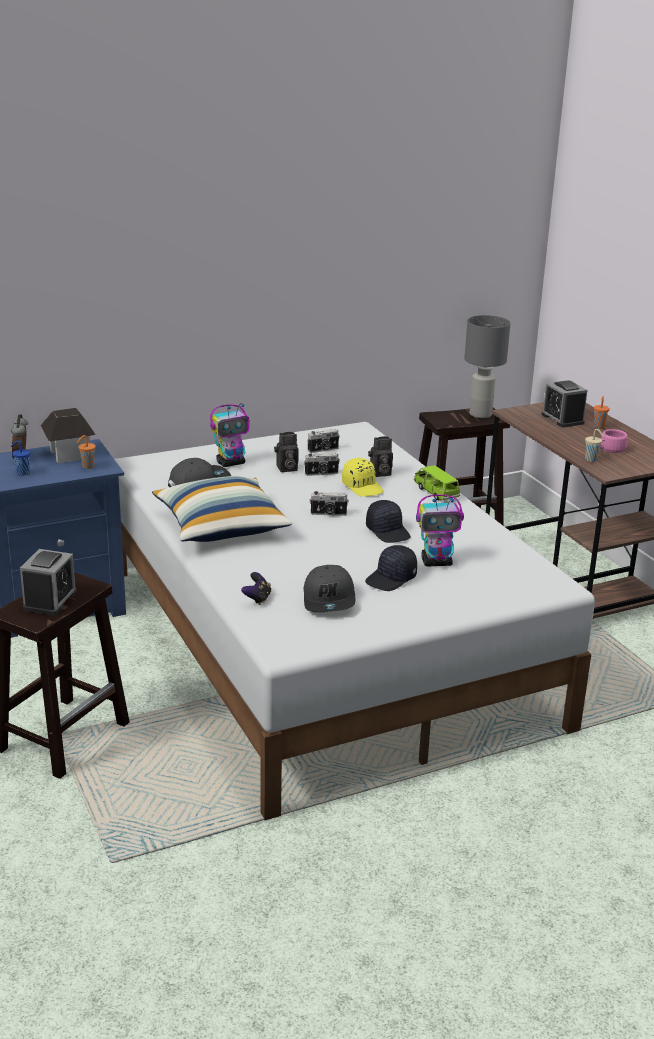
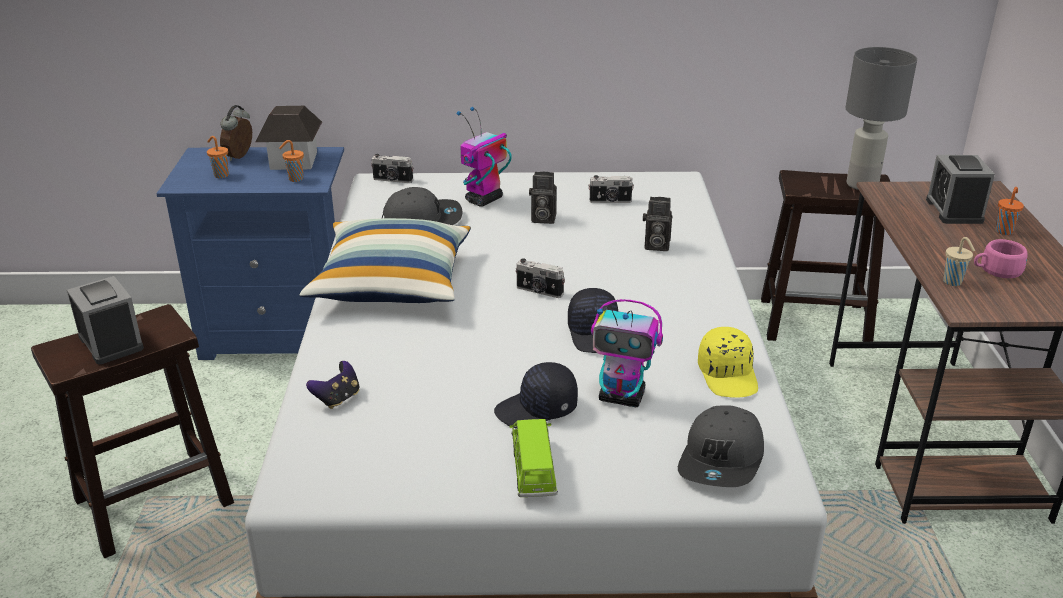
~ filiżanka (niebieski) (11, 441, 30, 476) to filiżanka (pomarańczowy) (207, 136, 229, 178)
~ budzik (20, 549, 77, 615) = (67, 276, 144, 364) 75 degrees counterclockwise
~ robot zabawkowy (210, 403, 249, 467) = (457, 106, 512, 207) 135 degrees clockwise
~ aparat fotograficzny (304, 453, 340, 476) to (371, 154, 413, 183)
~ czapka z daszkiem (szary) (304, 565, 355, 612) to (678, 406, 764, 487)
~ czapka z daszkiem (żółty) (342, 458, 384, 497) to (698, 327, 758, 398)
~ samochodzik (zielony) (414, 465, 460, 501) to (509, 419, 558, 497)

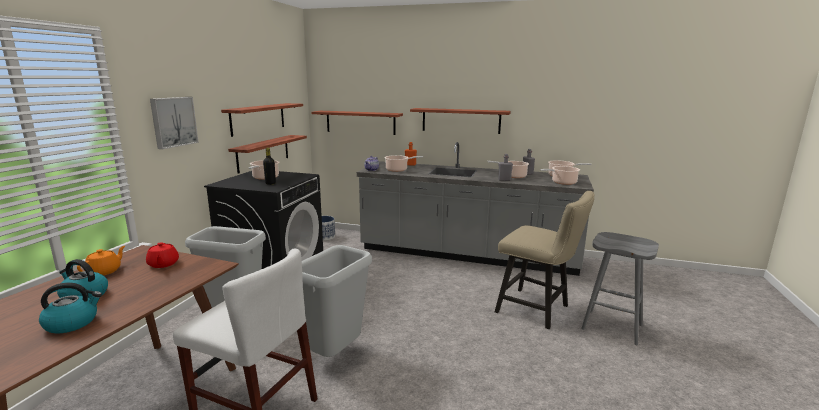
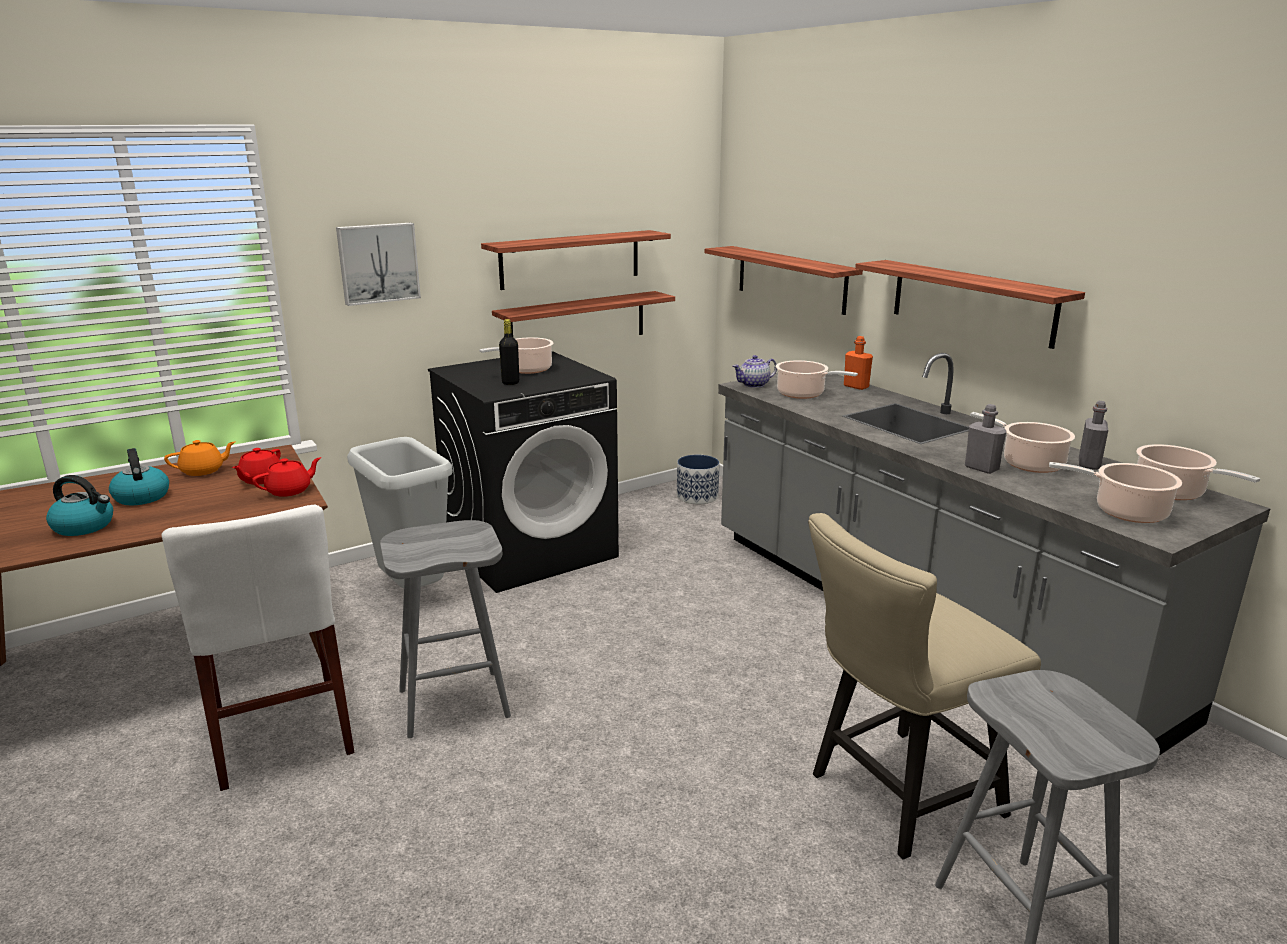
~ kosz na śmieci (szary) (302, 245, 372, 357) to stołek (szary) (380, 520, 511, 738)
~ krzesło (beżowy) (495, 191, 594, 329) = (808, 513, 1041, 860) 75 degrees clockwise
+ imbryk (czerwony) (252, 457, 321, 497)

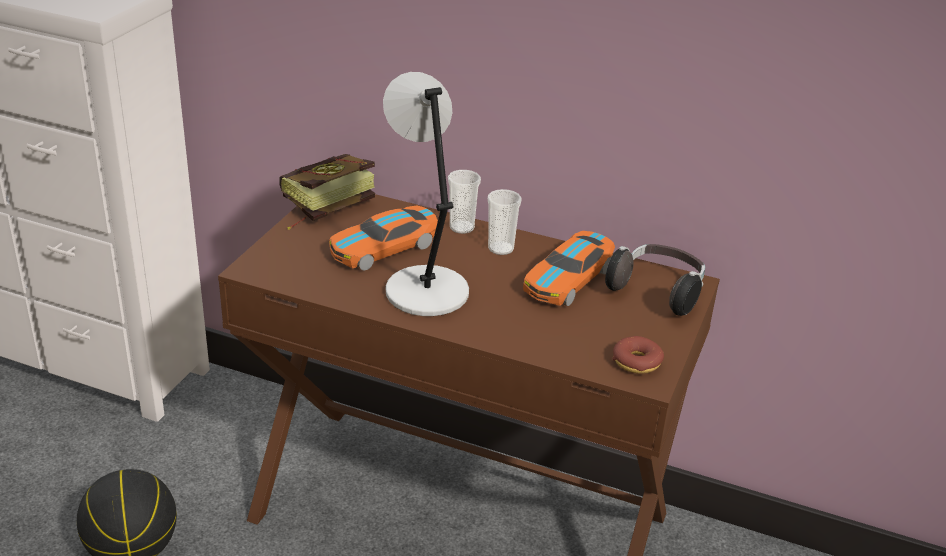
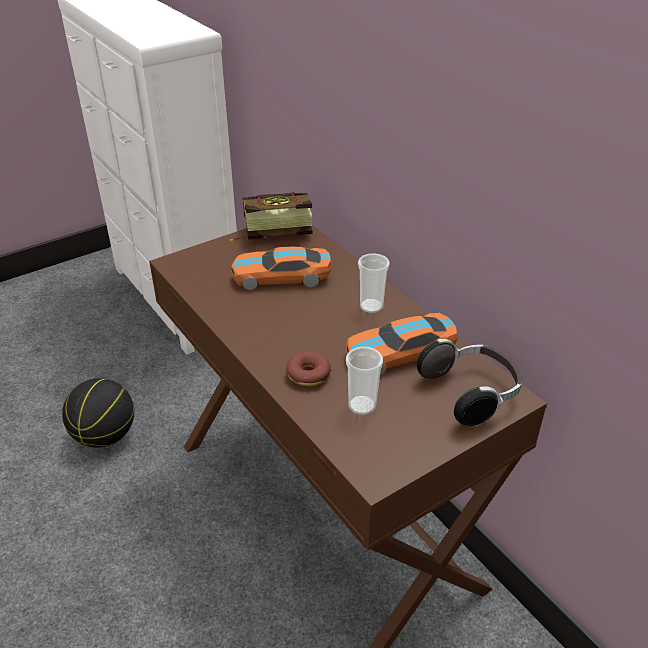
- lampa stołowa (szary) (383, 72, 469, 316)
~ filiżanka (448, 170, 481, 234) to (346, 347, 383, 415)
~ donut (613, 336, 664, 374) to (286, 351, 331, 386)

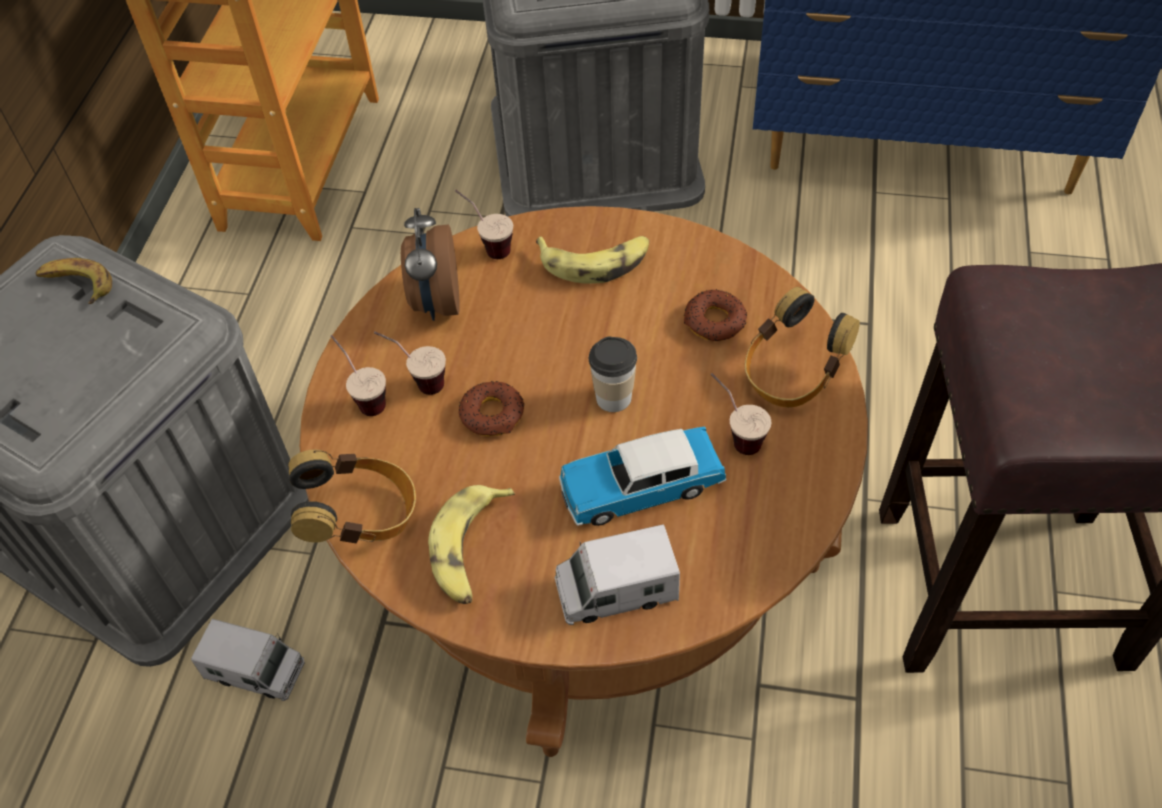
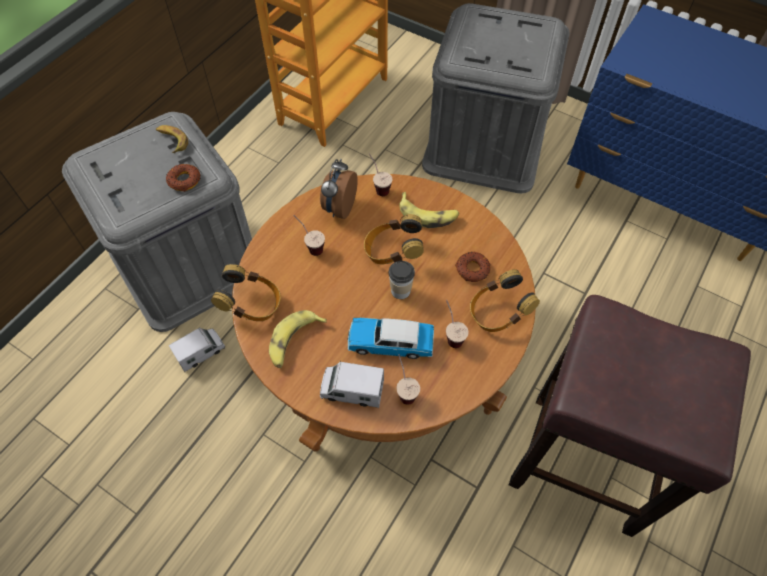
~ ciężarówka zabawkowa (191, 619, 305, 701) = (168, 327, 225, 372) 75 degrees counterclockwise
~ filiżanka (331, 335, 386, 416) to (396, 354, 420, 405)
~ donut (459, 381, 524, 437) to (166, 164, 201, 192)
+ słuchawki (364, 214, 424, 264)

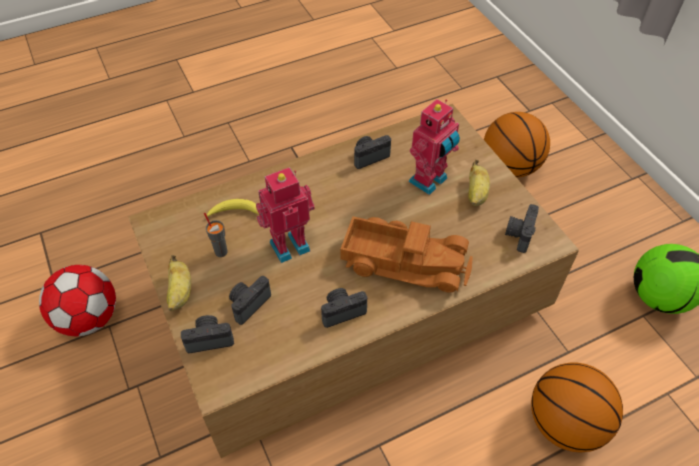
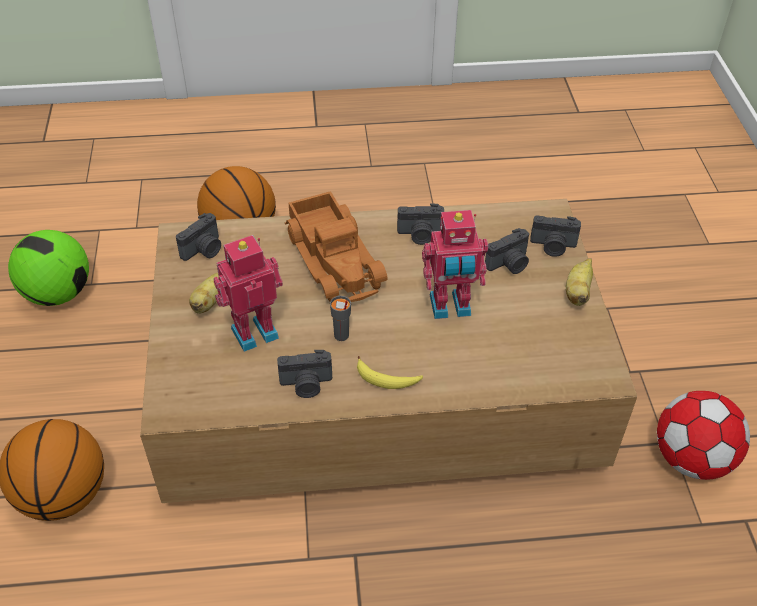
~ filiżanka (szary) (204, 213, 228, 257) to (330, 296, 351, 341)
~ banan (207, 199, 260, 216) to (357, 356, 423, 389)
~ ciężarówka zabawkowa (340, 216, 473, 293) = (285, 191, 388, 302) 150 degrees counterclockwise

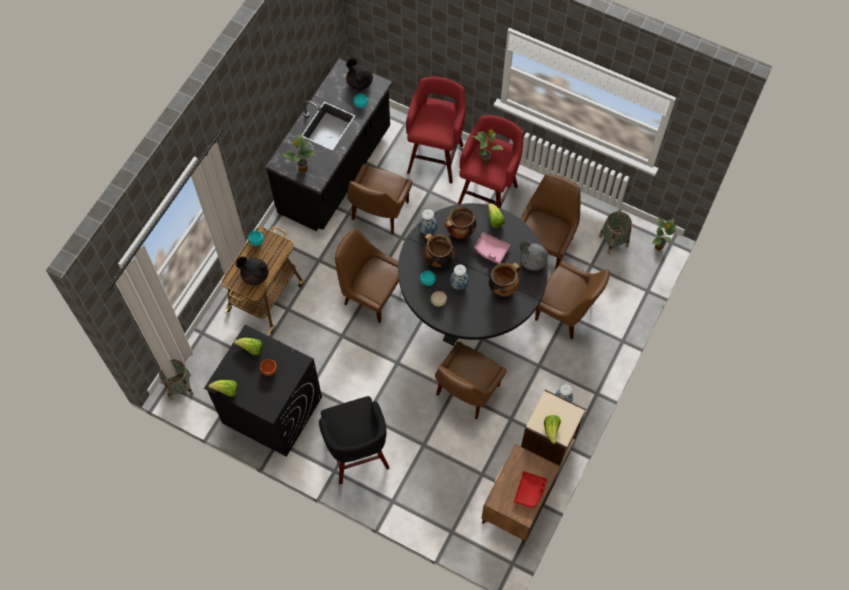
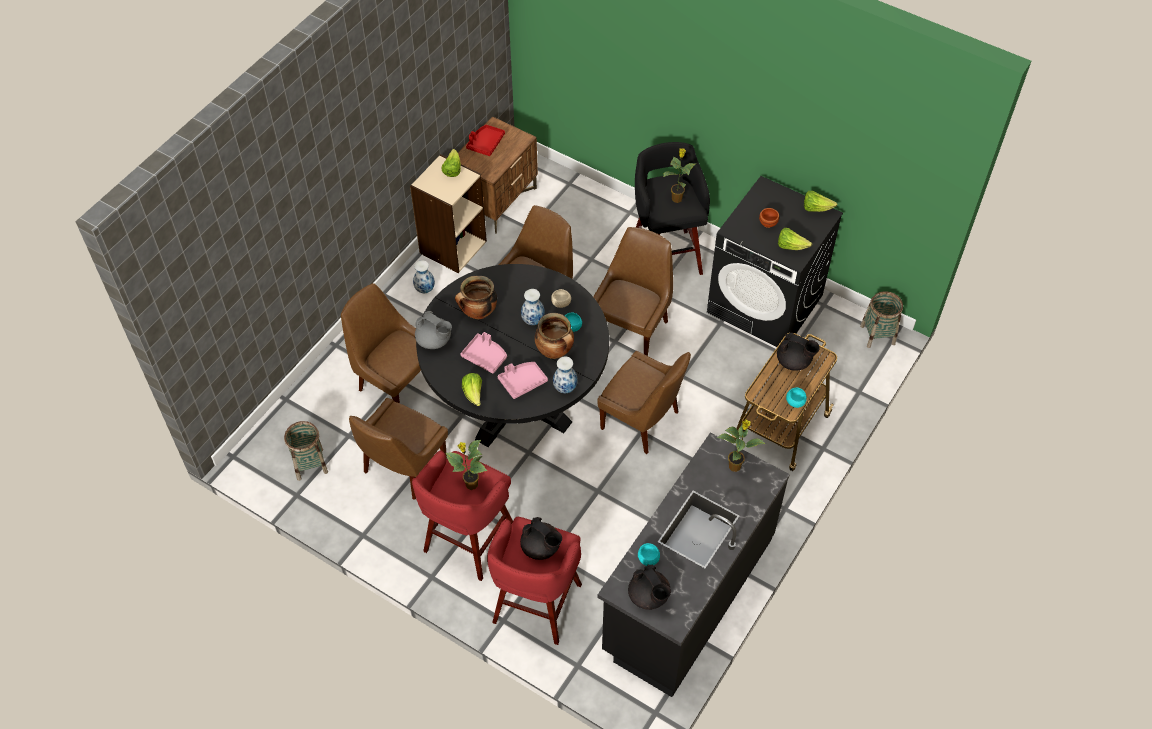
~ krzesło (brązowy) (347, 164, 412, 234) to (593, 227, 673, 356)
~ garnek (445, 206, 476, 239) to taca (różowy) (498, 362, 548, 399)
~ roślina doniczkowa (652, 218, 677, 250) to (663, 148, 697, 203)
+ imbryk (czarny) (520, 517, 562, 560)

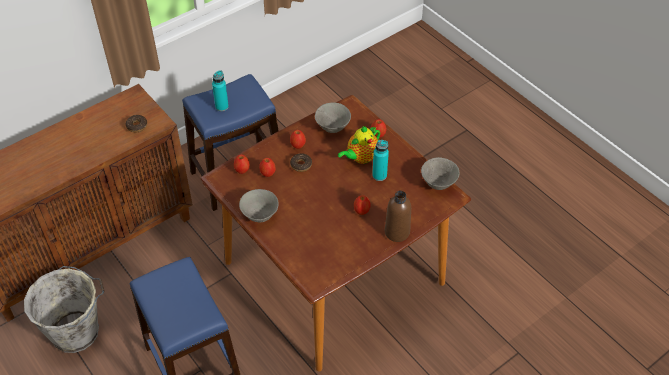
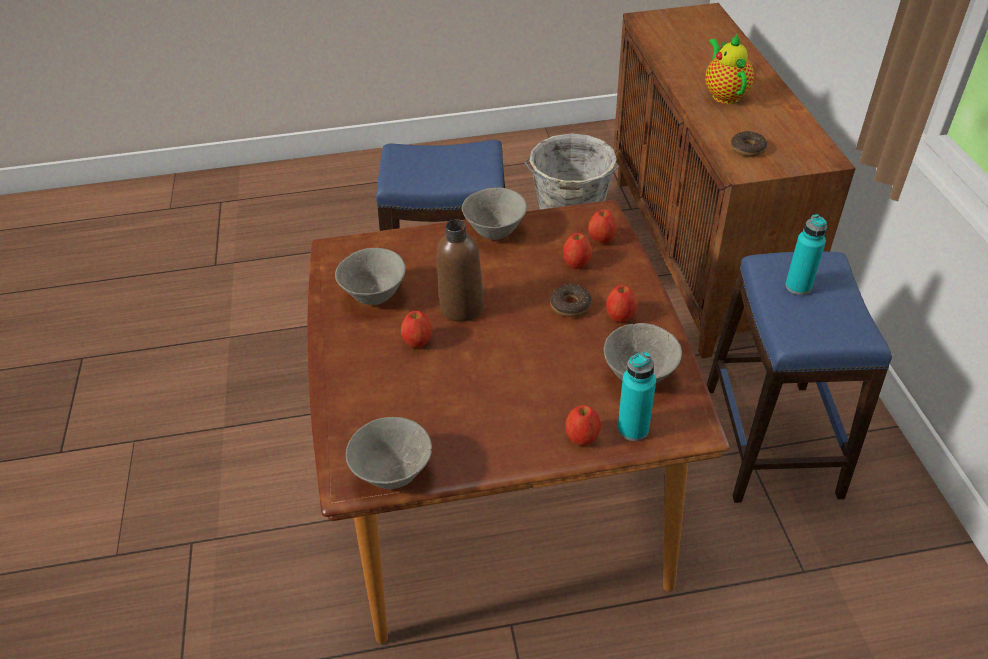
~ imbryk (338, 126, 380, 164) to (705, 33, 754, 104)
~ butelka (turkusowy) (372, 140, 389, 181) to (618, 351, 656, 441)
~ butelka (brązowy) (385, 190, 411, 242) to (437, 219, 484, 322)
+ miska (szary) (335, 248, 406, 305)

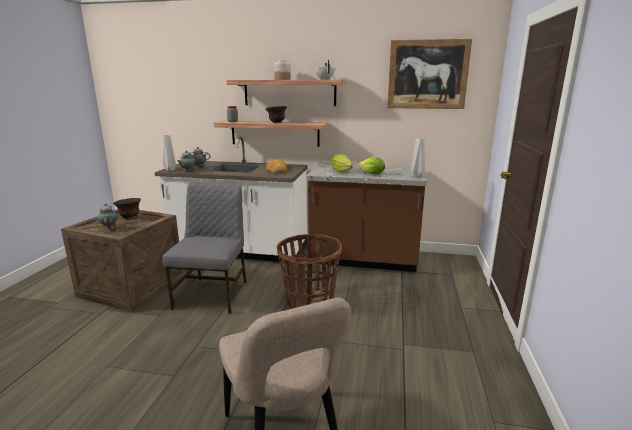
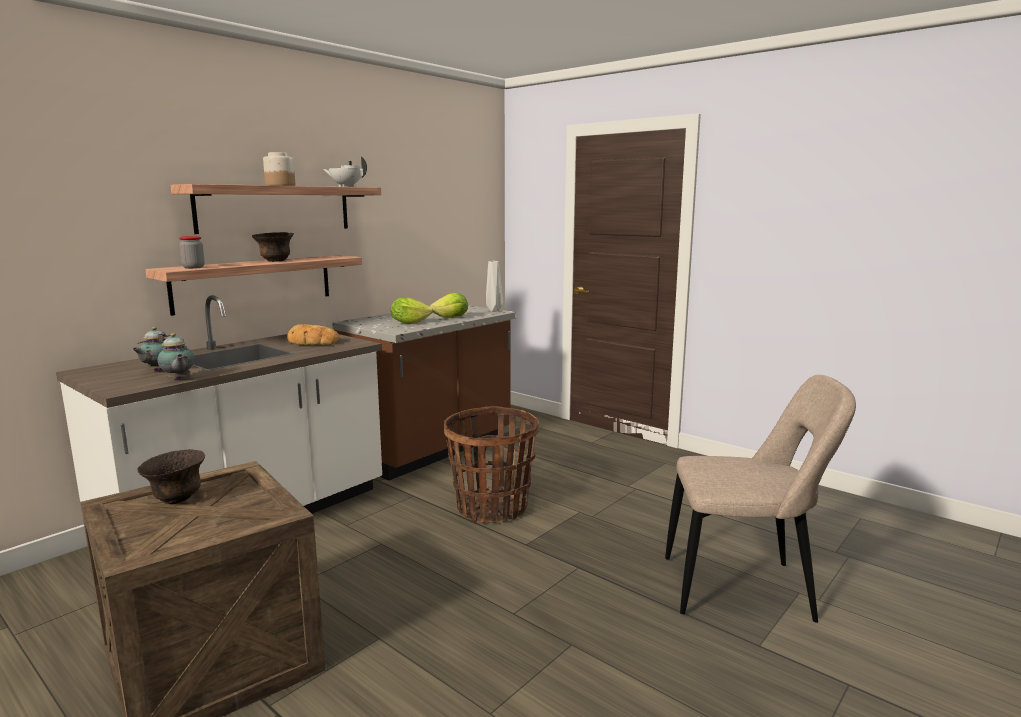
- imbryk (97, 203, 118, 229)
- krzesło (szary) (162, 182, 246, 314)
- wazon (szary) (163, 135, 176, 171)
- obraz (387, 39, 472, 109)

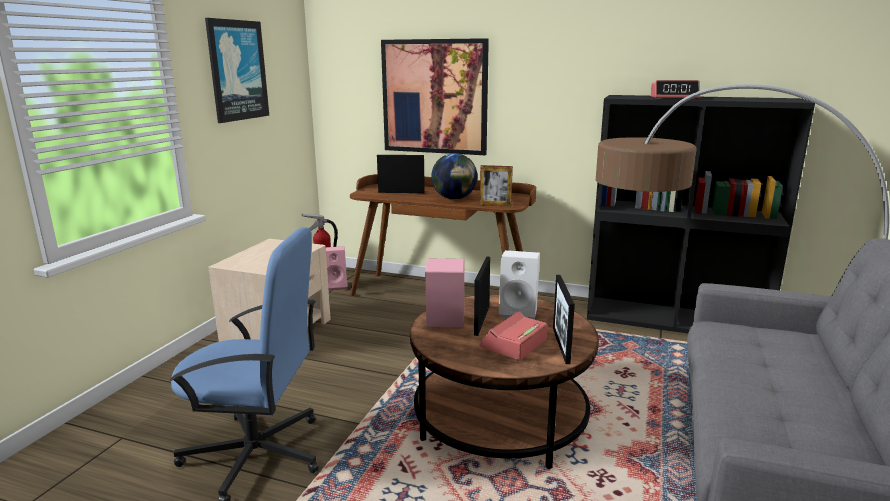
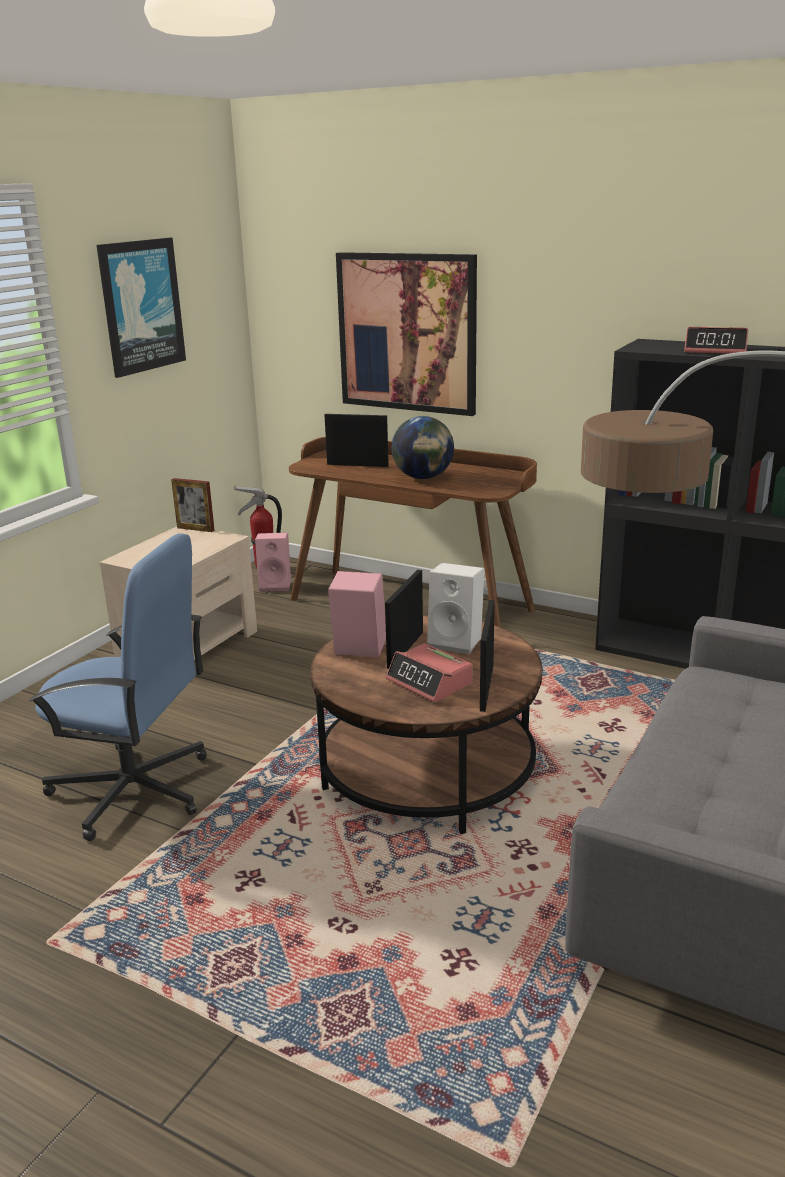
~ ramka na zdjęcie (480, 165, 513, 207) to (171, 478, 214, 532)
~ budzik (480, 311, 547, 360) = (386, 643, 472, 702) 90 degrees counterclockwise

